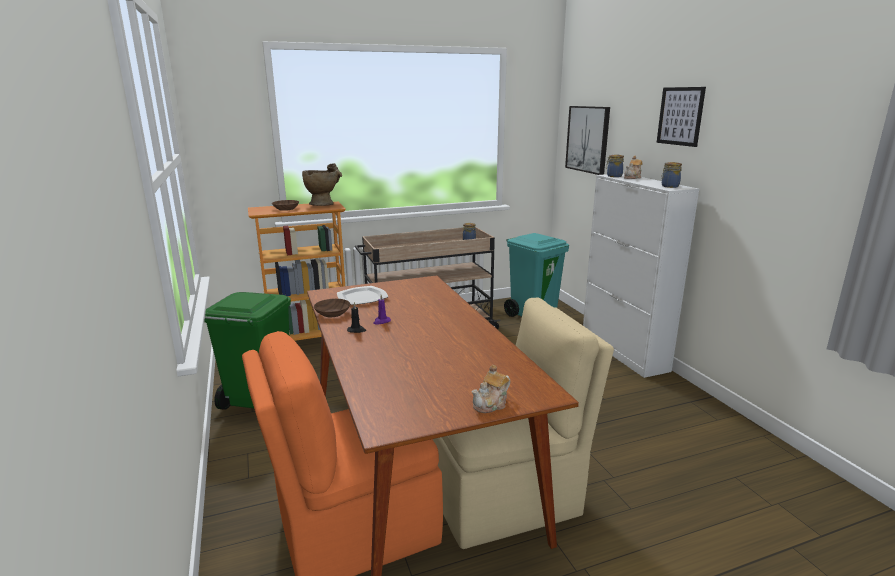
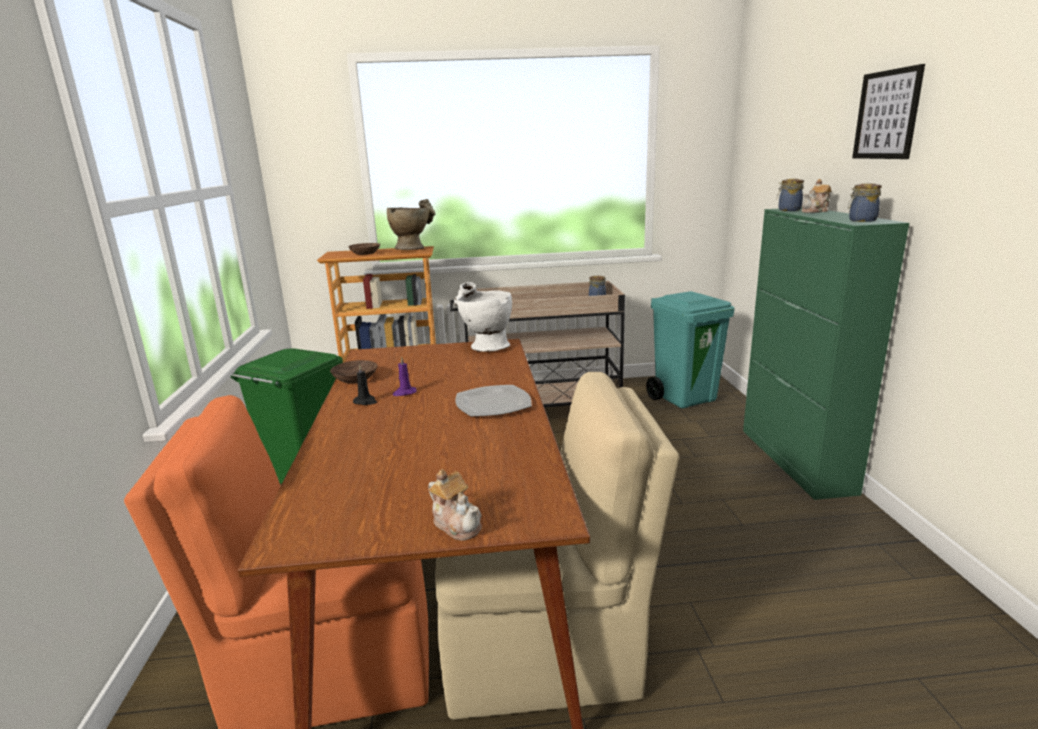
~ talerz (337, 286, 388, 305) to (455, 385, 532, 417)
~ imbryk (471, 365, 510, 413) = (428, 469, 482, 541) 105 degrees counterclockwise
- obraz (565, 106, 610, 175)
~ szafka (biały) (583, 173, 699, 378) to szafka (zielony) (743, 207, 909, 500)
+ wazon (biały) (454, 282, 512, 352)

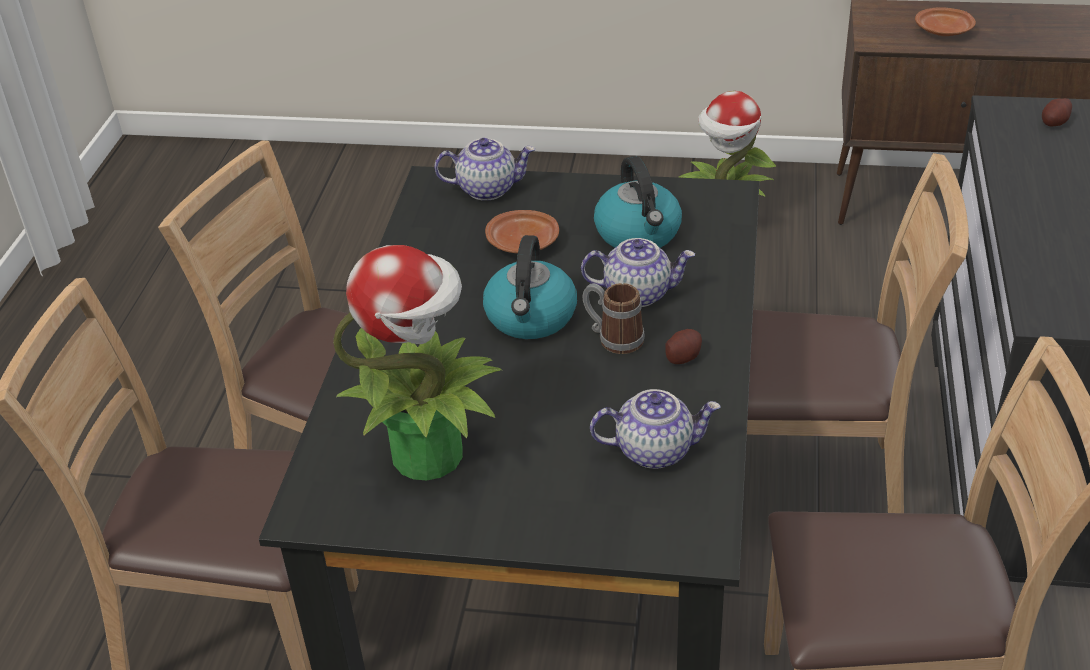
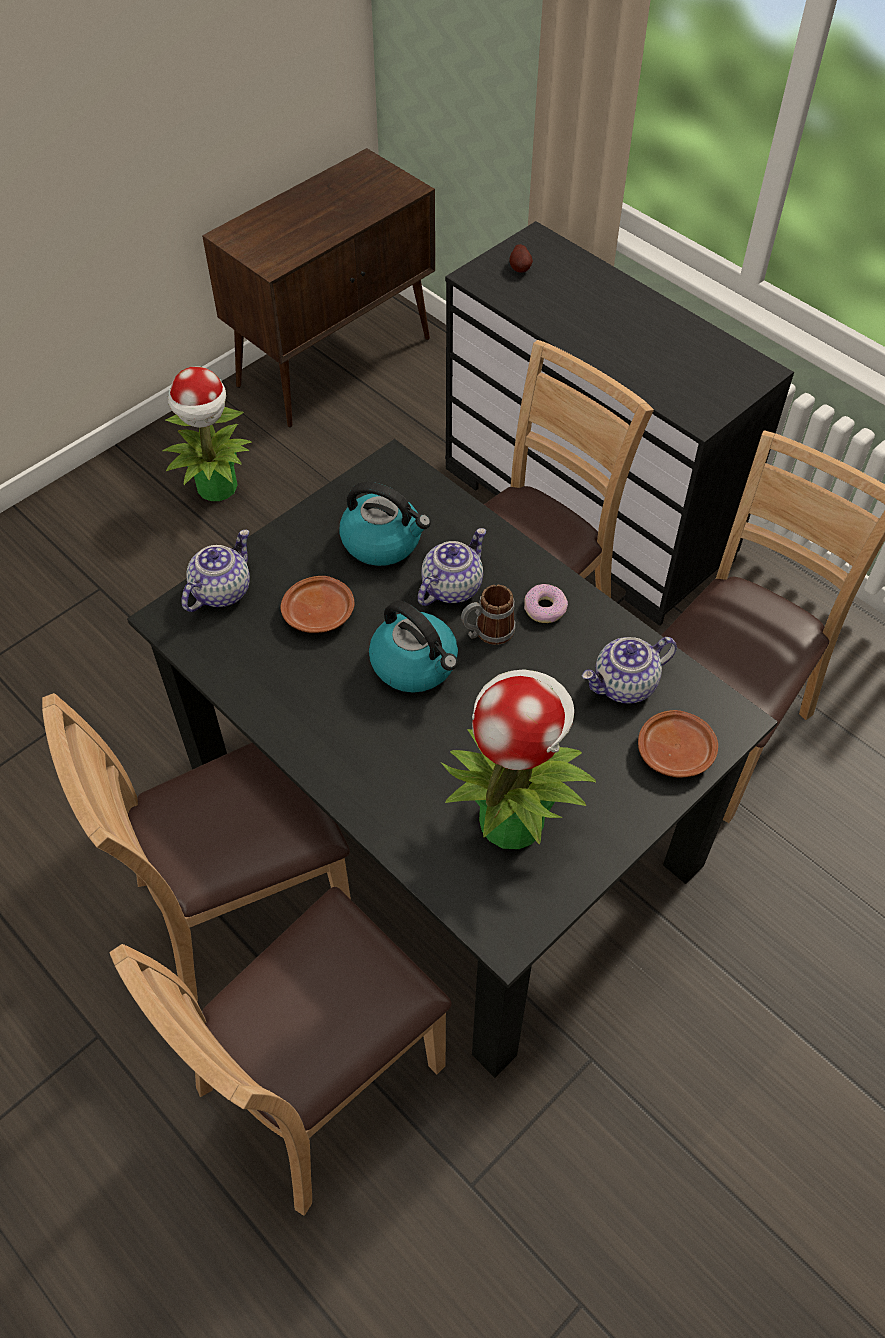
~ imbryk (590, 389, 721, 469) = (582, 637, 677, 704) 150 degrees counterclockwise
~ ziemniak (665, 329, 702, 364) to donut (524, 584, 568, 623)
~ talerz (brązowy) (915, 7, 976, 36) to (638, 710, 718, 778)

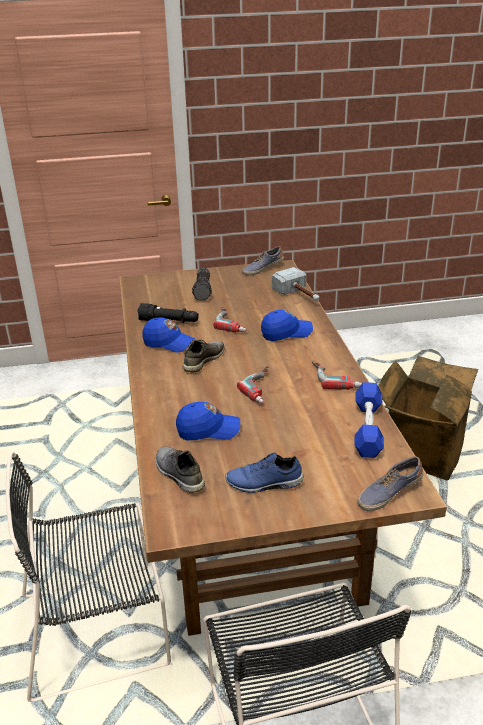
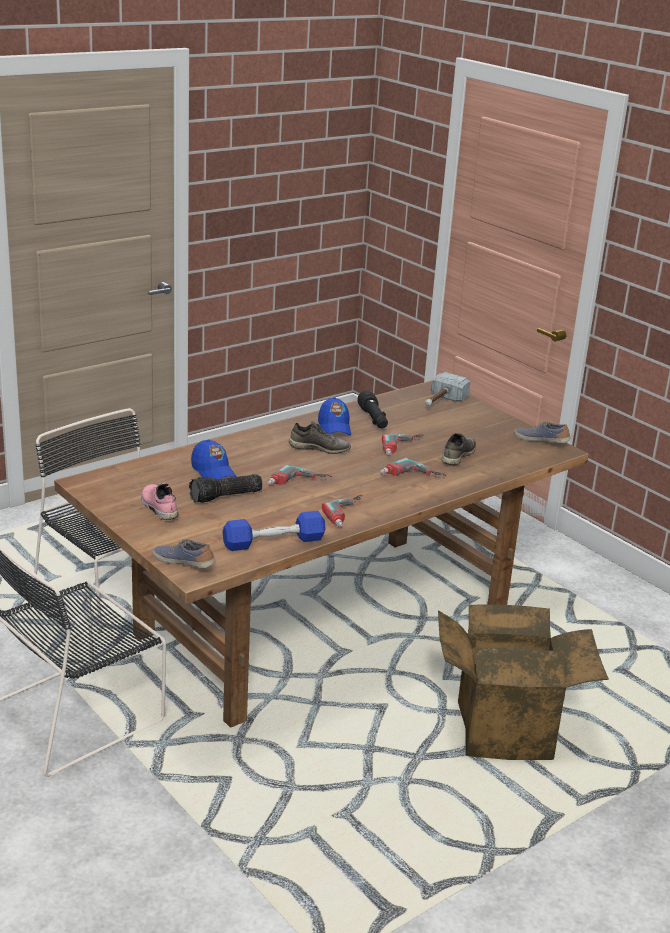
~ but (szary) (156, 446, 205, 493) to (442, 433, 476, 465)
~ latarka (192, 267, 212, 301) to (189, 474, 262, 503)
~ but (niebieski) (225, 453, 304, 493) to but (różowy) (141, 483, 179, 520)
~ czapka z daszkiem (niebieski) (261, 309, 313, 341) to wiertarka (380, 458, 446, 476)
~ młotek (272, 267, 319, 301) to (425, 372, 471, 406)

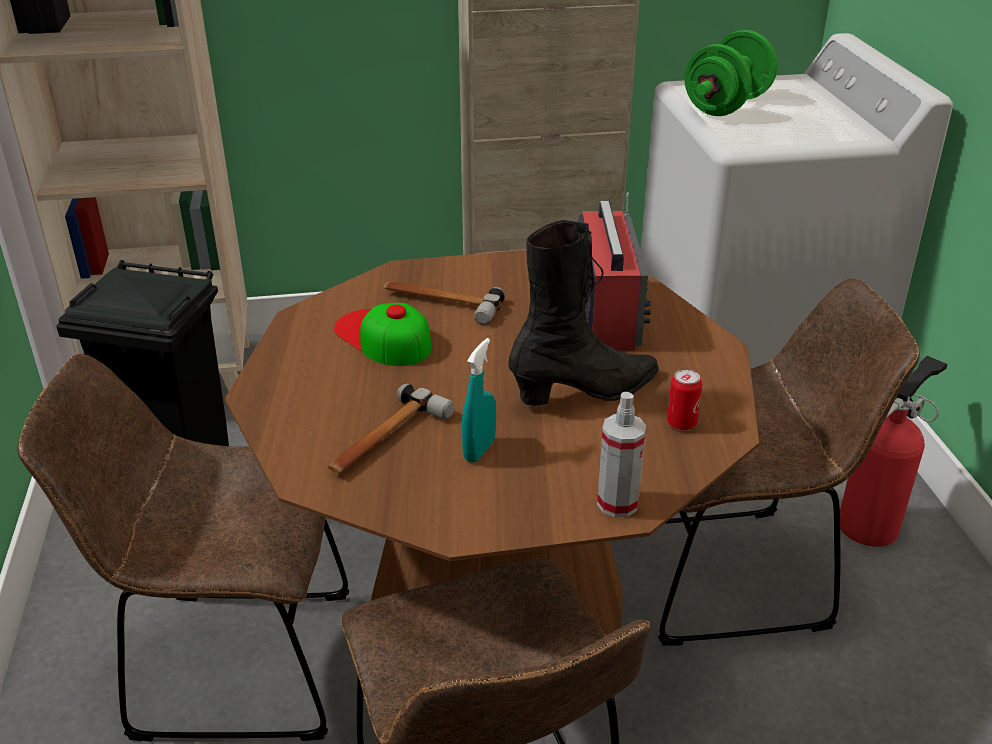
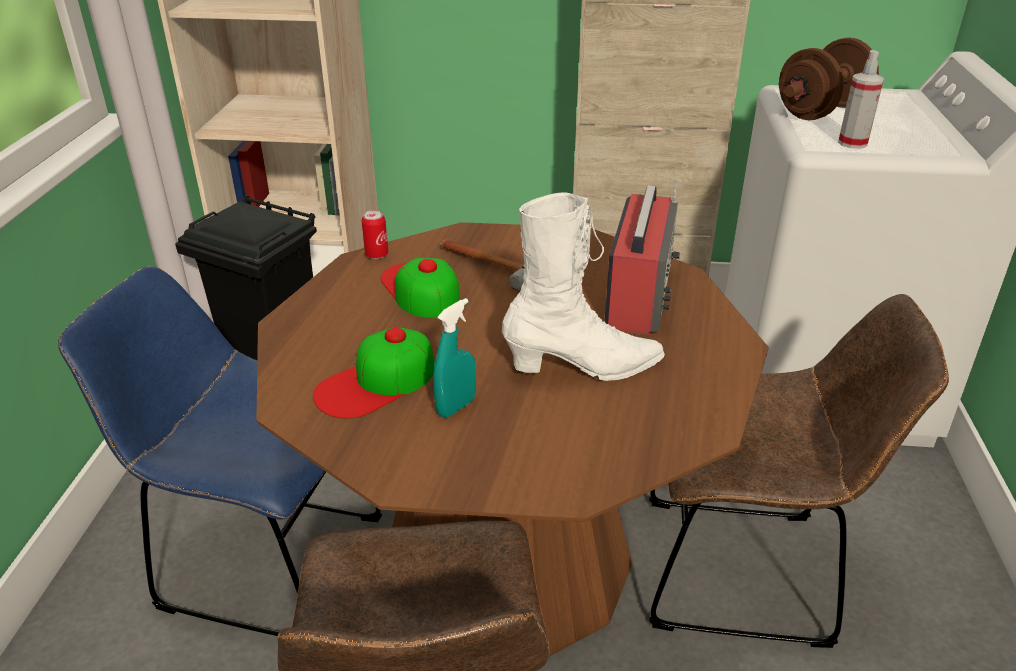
~ krzesło (brązowy) (17, 353, 349, 742) to krzesło (niebieski) (58, 266, 382, 636)
~ młotek (328, 384, 454, 473) to czapka z daszkiem (313, 328, 434, 418)
~ but z cholewką (czarny) (508, 220, 659, 406) to but z cholewką (biały) (502, 192, 665, 381)
~ spryskiwacz (597, 392, 646, 517) to (838, 50, 884, 149)
~ puszka (667, 369, 702, 430) to (362, 210, 388, 259)
~ hantel (zielony) (684, 30, 778, 116) to hantel (brązowy) (779, 38, 879, 120)
- gaśnica (840, 355, 948, 547)

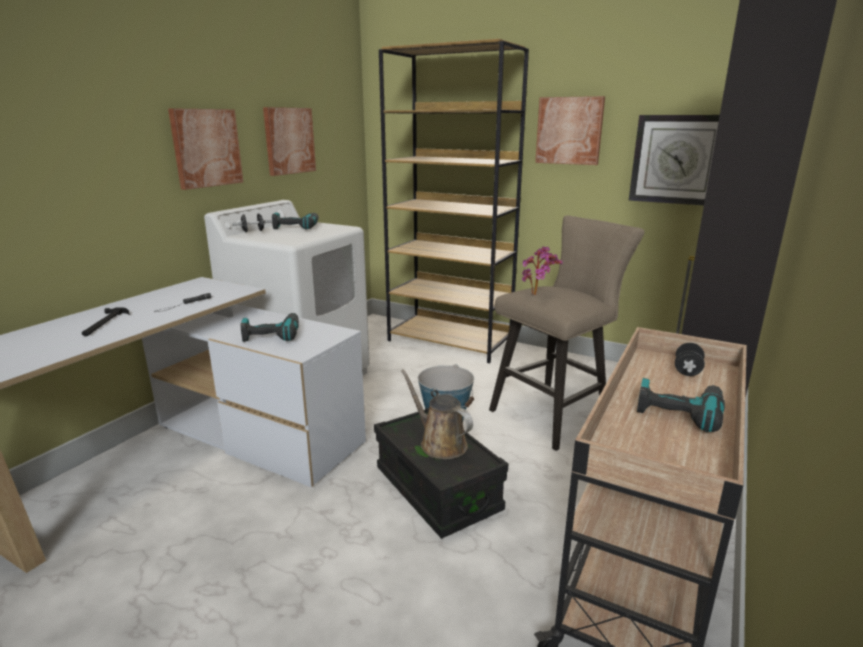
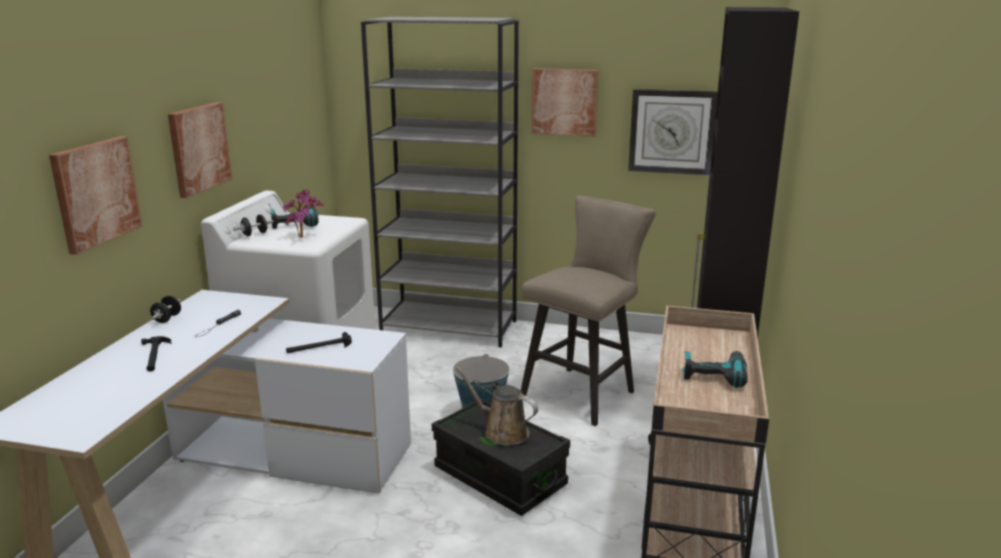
~ wiertarka (241, 313, 299, 342) to młotek (286, 332, 352, 353)
~ obraz (263, 107, 316, 176) to (49, 136, 142, 255)
~ regał (brązowy) (379, 39, 529, 363) to regał (szary) (361, 17, 519, 348)
~ roślina doniczkowa (522, 247, 562, 295) to (283, 190, 324, 238)
~ hantel (czarny) (675, 343, 705, 376) to (150, 296, 181, 323)

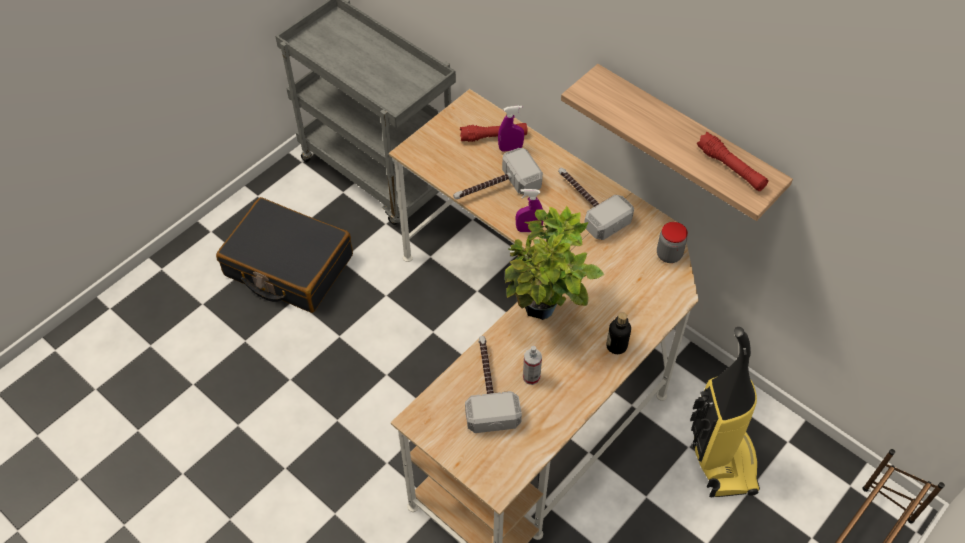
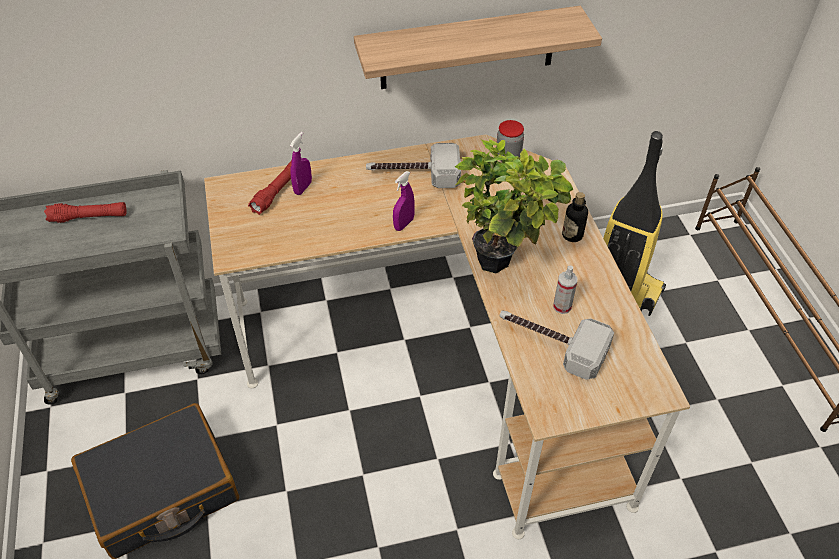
- młotek (453, 148, 543, 199)
~ latarka (czerwony) (697, 132, 768, 191) to (44, 202, 127, 223)

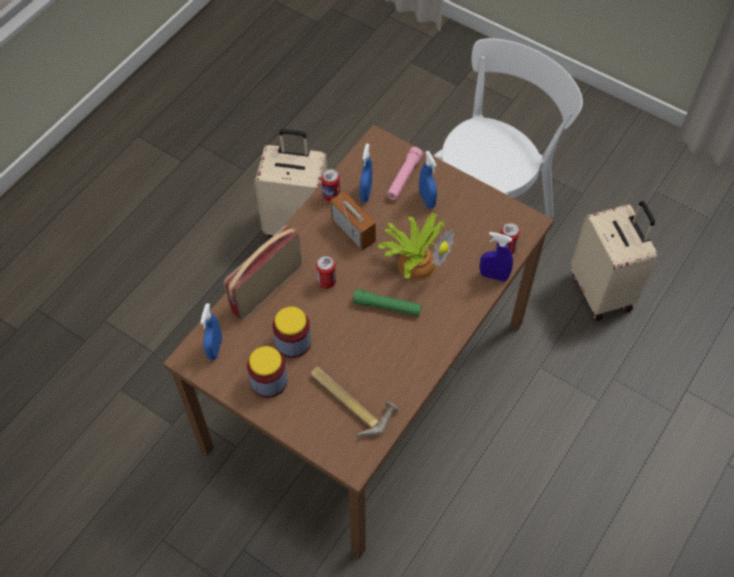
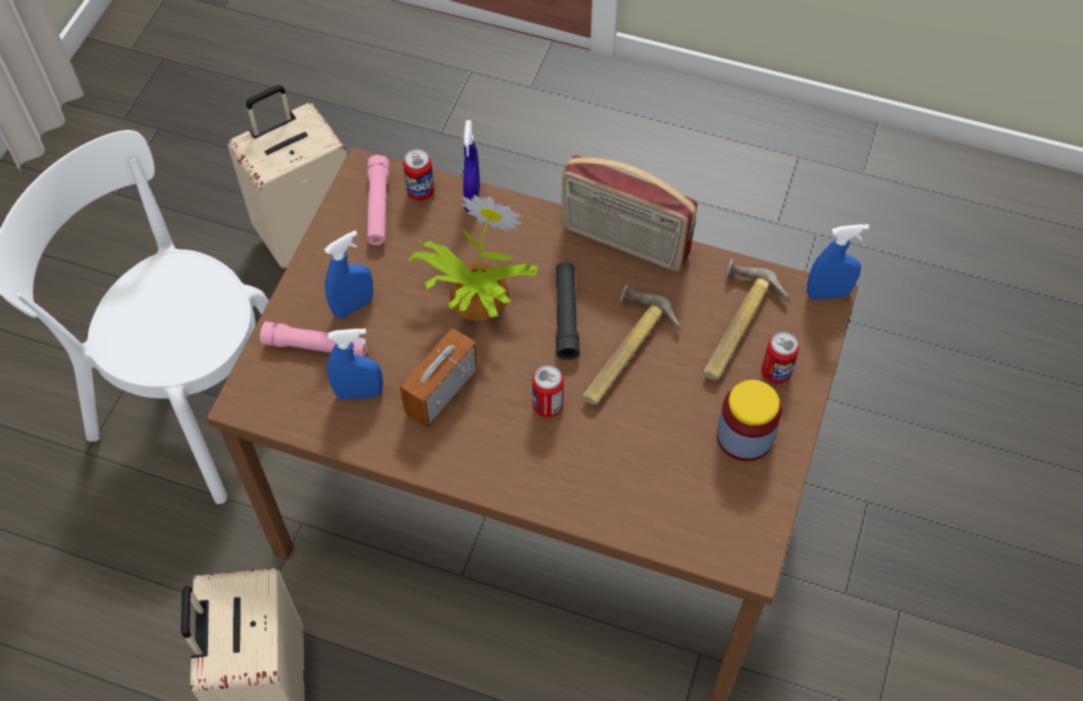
~ spryskiwacz (niebieski) (200, 303, 222, 360) to (807, 224, 869, 300)
~ radio (224, 226, 302, 320) to (561, 155, 697, 272)
- słoik (273, 306, 311, 358)
~ puszka (321, 169, 340, 202) to (761, 332, 799, 384)
~ latarka (zielony) (353, 289, 422, 316) to latarka (czarny) (556, 262, 580, 360)
+ latarka (różowy) (367, 155, 389, 245)
+ młotek (582, 284, 680, 405)

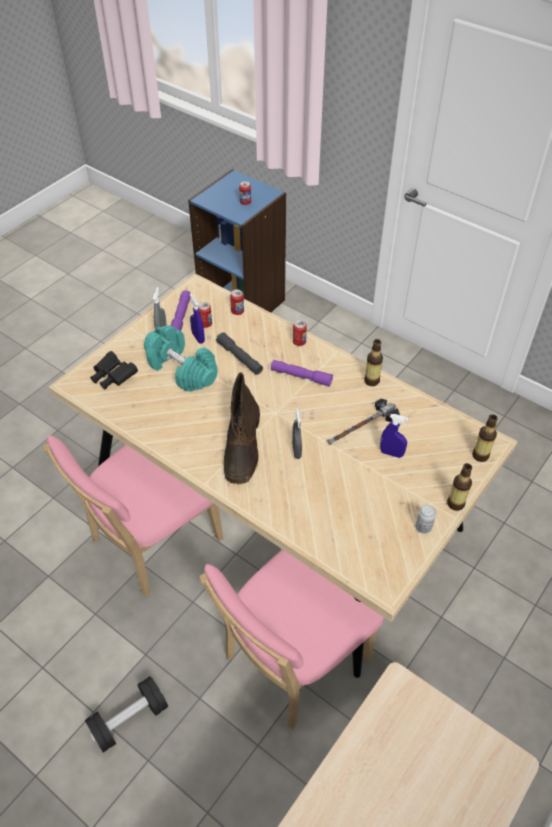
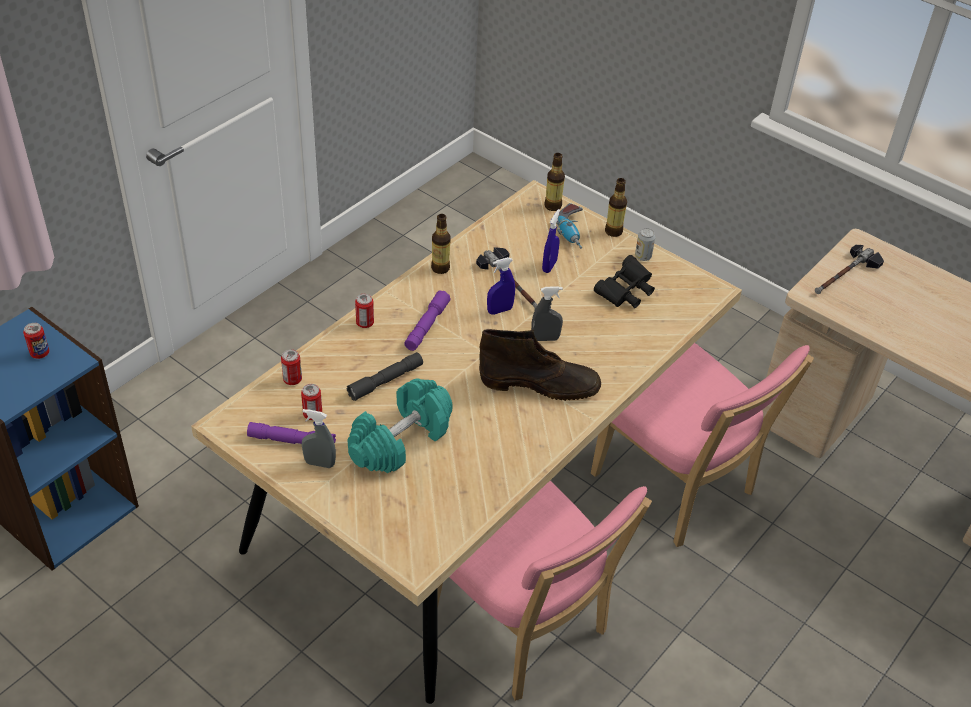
- hantel (czarny) (85, 676, 168, 753)
~ lornetka (czarny) (90, 351, 138, 390) to (594, 255, 655, 308)
~ spryskiwacz (niebieski) (190, 294, 205, 344) to (487, 257, 515, 315)
+ wiertarka (557, 203, 583, 249)
+ młotek (815, 245, 884, 294)

